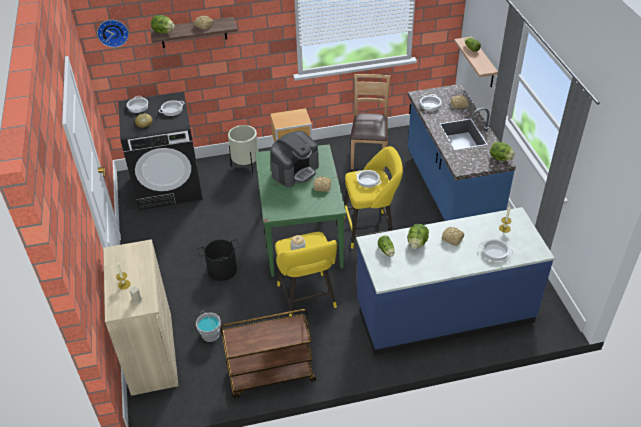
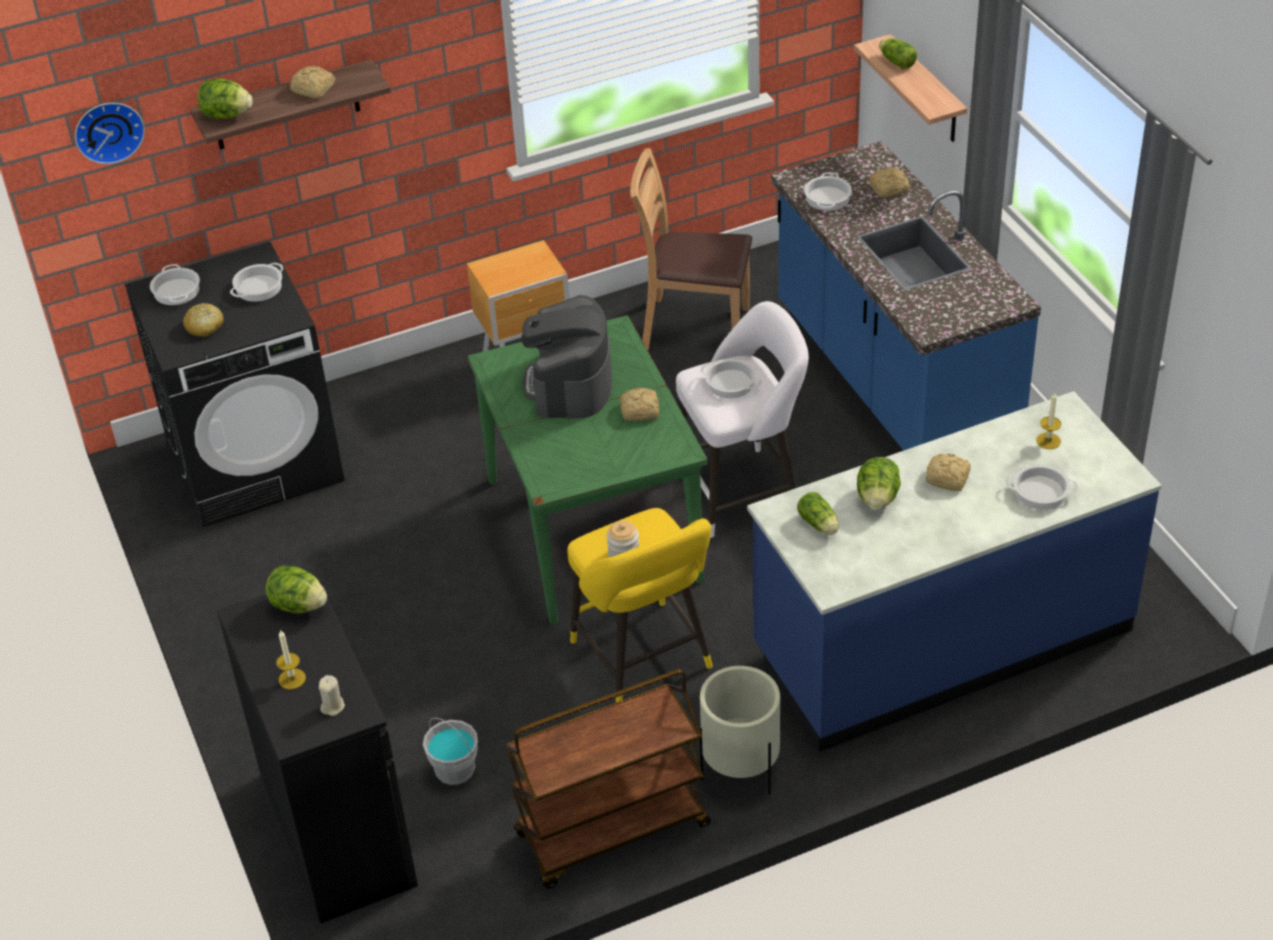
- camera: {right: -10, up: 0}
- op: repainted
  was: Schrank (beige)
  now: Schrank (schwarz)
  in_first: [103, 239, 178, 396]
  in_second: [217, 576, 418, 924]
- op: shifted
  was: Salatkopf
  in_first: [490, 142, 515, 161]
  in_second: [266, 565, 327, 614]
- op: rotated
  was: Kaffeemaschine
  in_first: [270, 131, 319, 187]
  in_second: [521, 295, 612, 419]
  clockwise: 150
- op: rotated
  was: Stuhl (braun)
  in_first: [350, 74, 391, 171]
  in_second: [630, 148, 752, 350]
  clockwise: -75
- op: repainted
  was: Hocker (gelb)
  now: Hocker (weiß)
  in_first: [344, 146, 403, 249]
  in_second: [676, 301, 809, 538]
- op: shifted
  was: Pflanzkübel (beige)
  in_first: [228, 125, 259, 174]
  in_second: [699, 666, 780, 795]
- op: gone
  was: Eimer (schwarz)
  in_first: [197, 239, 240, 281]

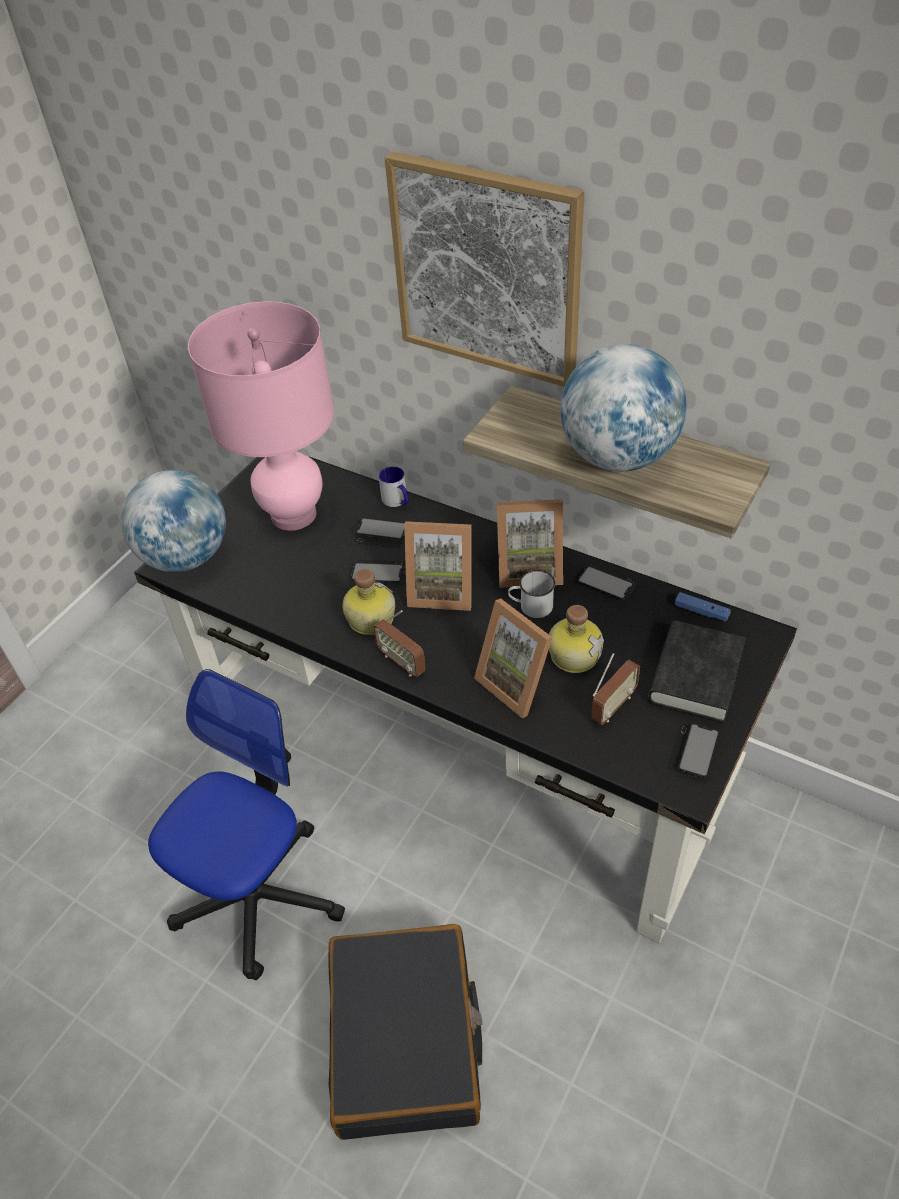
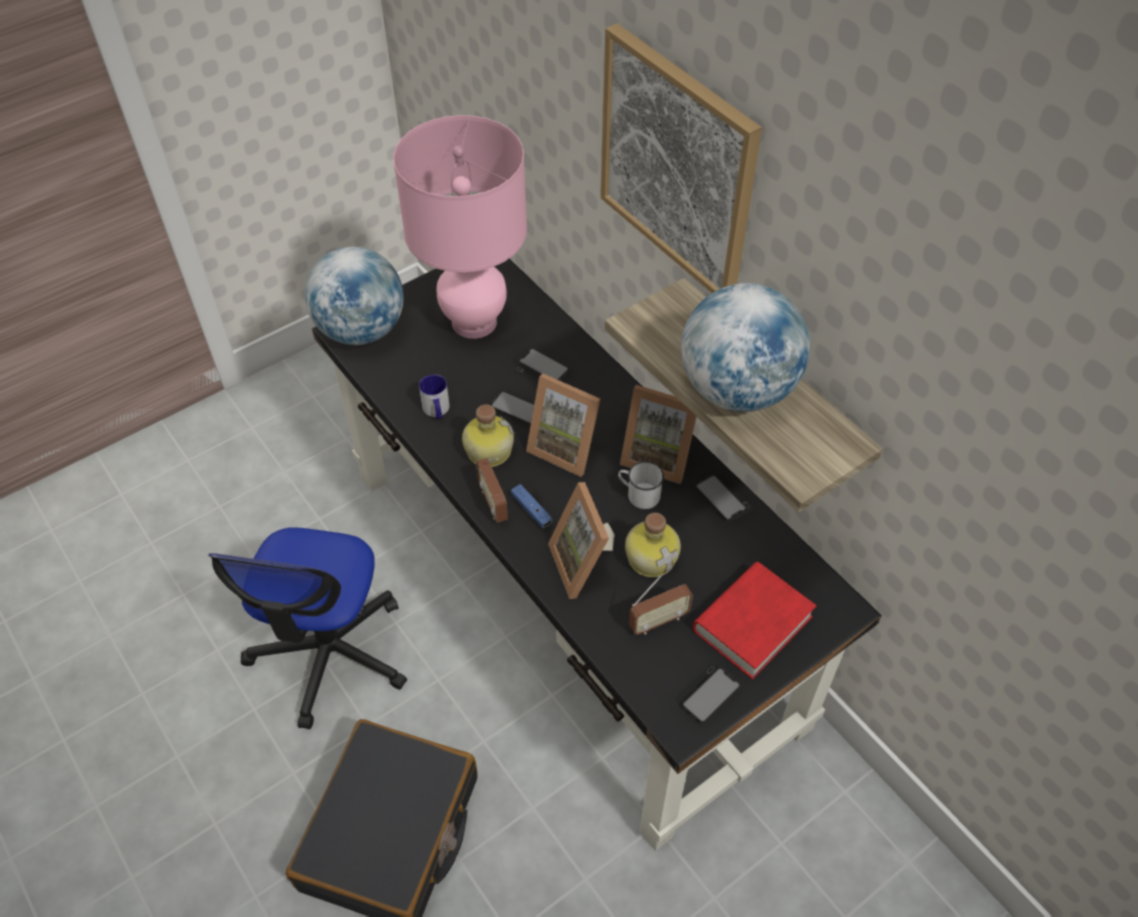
- camera: {right: 20, up: 5}
- op: rotated
  was: Bürostuhl
  in_first: [148, 669, 345, 980]
  in_second: [208, 527, 407, 729]
  clockwise: 135
- op: shifted
  was: Henkelbecher
  in_first: [379, 466, 409, 507]
  in_second: [419, 374, 450, 419]
- op: shifted
  was: Gamepad (blau)
  in_first: [675, 592, 731, 622]
  in_second: [511, 484, 553, 528]
- op: repainted
  was: Buch (schwarz)
  now: Buch (rot)
  in_first: [648, 621, 746, 723]
  in_second: [693, 562, 816, 679]

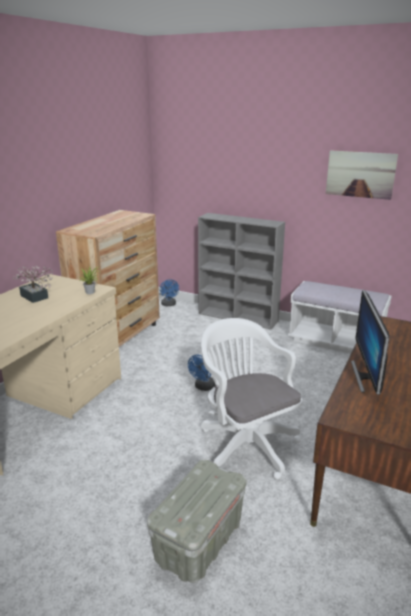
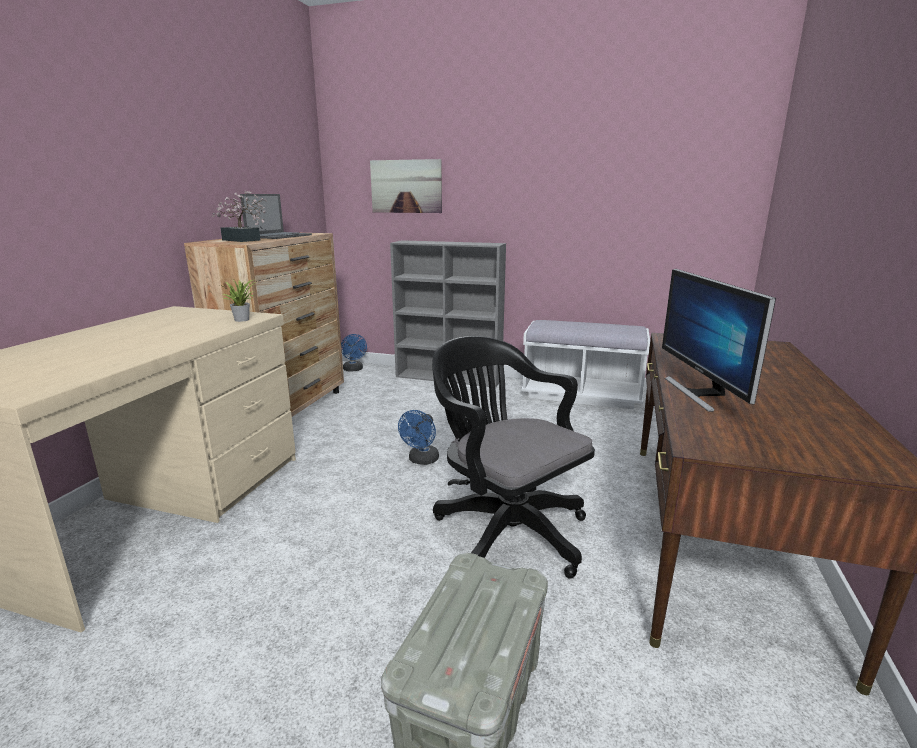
- camera: {right: -10, up: -5}
- op: shifted
  was: Topfpflanze
  in_first: [13, 265, 53, 303]
  in_second: [212, 190, 267, 242]
- op: new
  now: Laptop
  in_second: [240, 194, 312, 239]
- op: shifted
  was: Bild
  in_first: [326, 150, 398, 200]
  in_second: [370, 159, 442, 213]
- op: repainted
  was: Bürostuhl (weiß)
  now: Bürostuhl (schwarz)
  in_first: [201, 318, 303, 480]
  in_second: [432, 336, 595, 579]

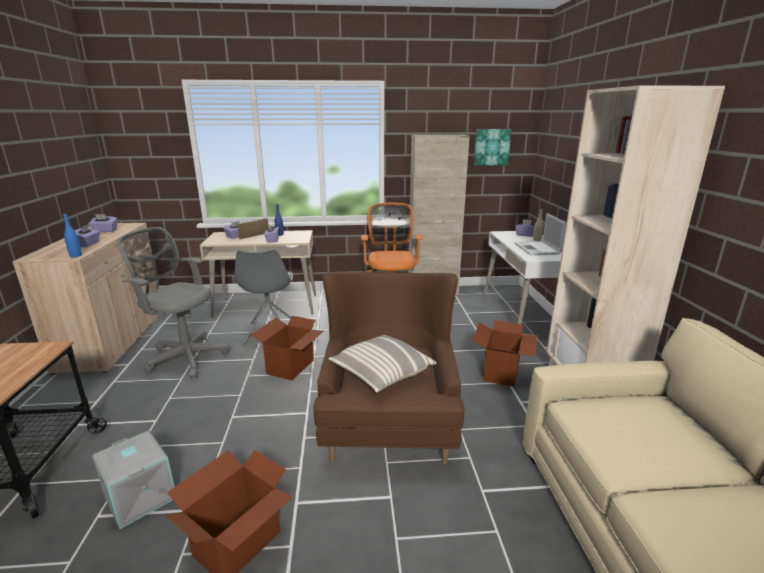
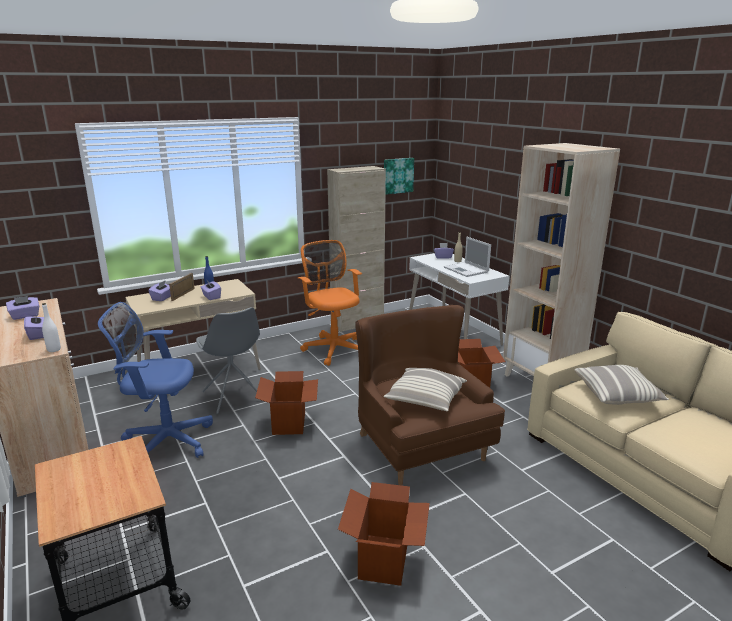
- camera: {right: -25, up: 0}
- op: repainted
  was: Flasche (blau)
  now: Flasche (weiß)
  in_first: [63, 213, 82, 257]
  in_second: [42, 303, 61, 352]
- op: repainted
  was: Bürostuhl (grau)
  now: Bürostuhl (blau)
  in_first: [116, 227, 230, 378]
  in_second: [98, 302, 213, 458]
- op: new
  now: Kissen
  in_second: [574, 365, 669, 405]
- op: gone
  was: Aufbewahrungsbox (grau)
  in_first: [92, 431, 174, 529]

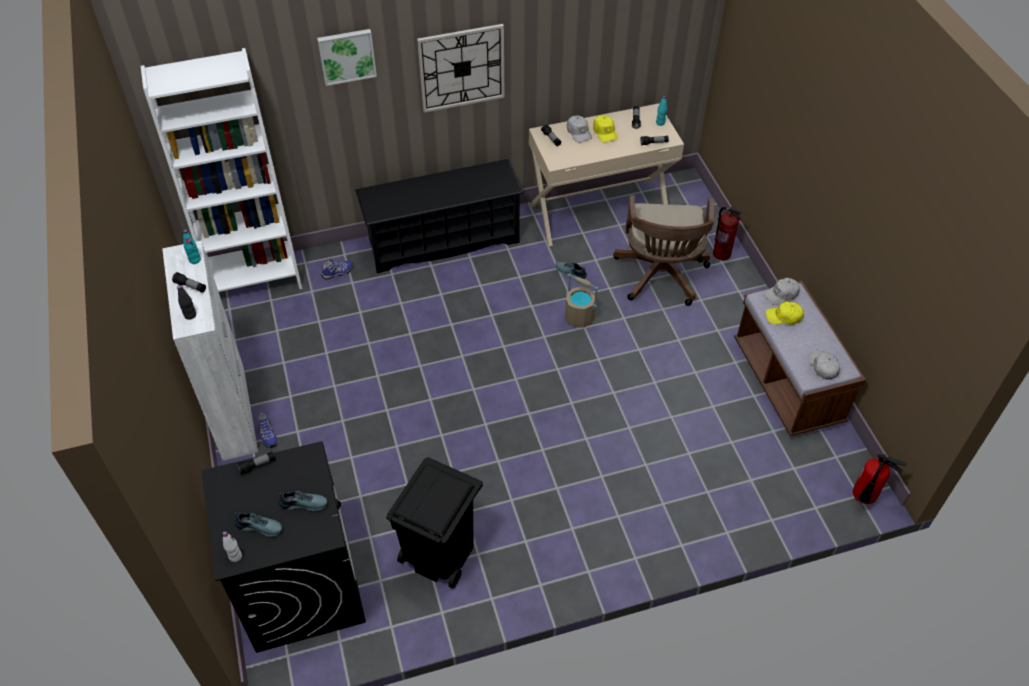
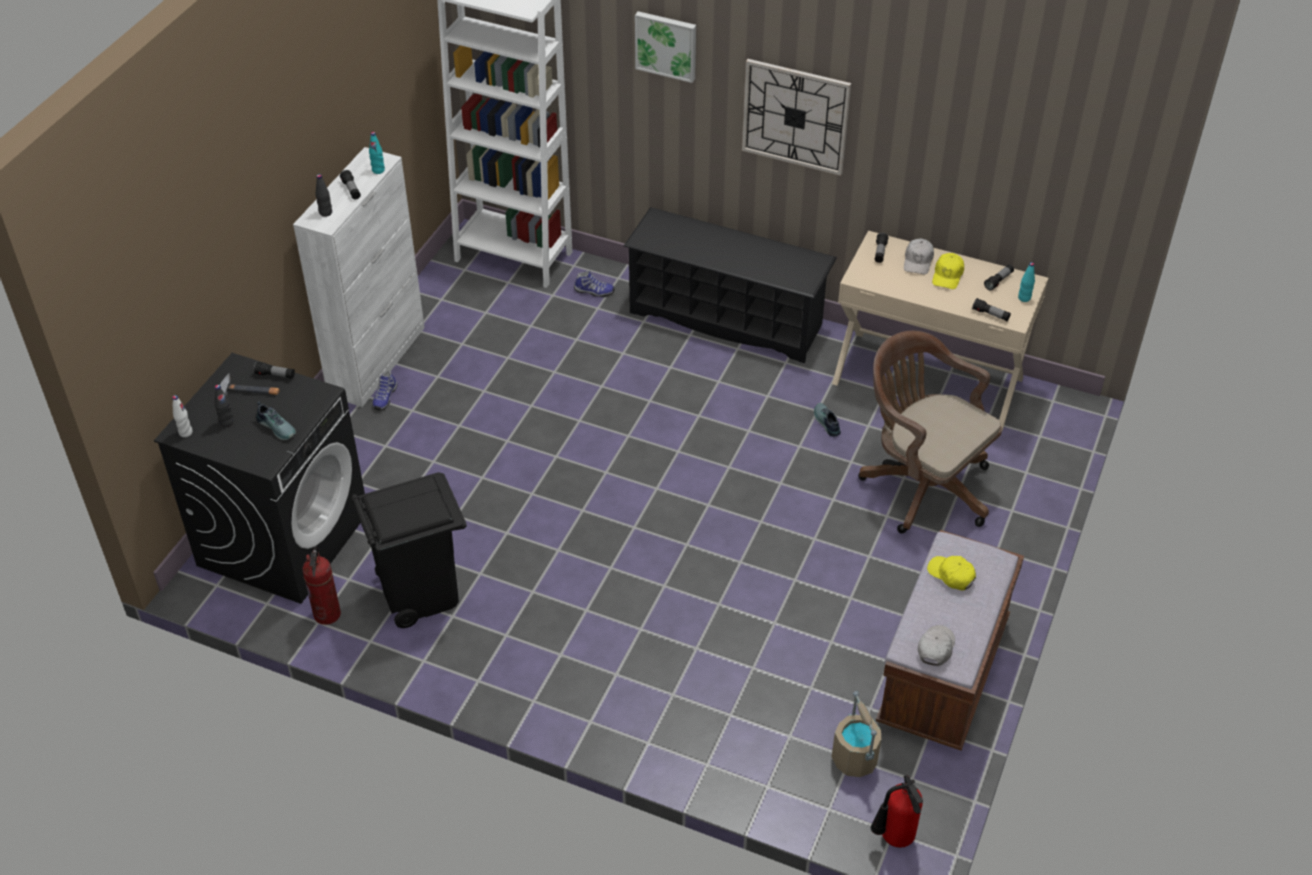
- camera: {right: 40, up: -5}
- op: swapped
  was: Schuh
  now: Flasche (schwarz)
  in_first: [235, 512, 282, 537]
  in_second: [215, 385, 234, 427]
- op: new
  now: Hammer
  in_second: [220, 374, 279, 396]
- op: shifted
  was: Feuerlöscher
  in_first: [713, 207, 742, 260]
  in_second: [302, 547, 341, 625]
- op: shifted
  was: Eimer (beige)
  in_first: [565, 273, 598, 328]
  in_second: [831, 691, 881, 777]
- op: rotated
  was: Bürostuhl (braun)
  in_first: [613, 195, 714, 306]
  in_second: [858, 331, 1002, 534]
  clockwise: 90
- op: gone
  was: Kappe (weiß)
  in_first: [764, 278, 800, 305]

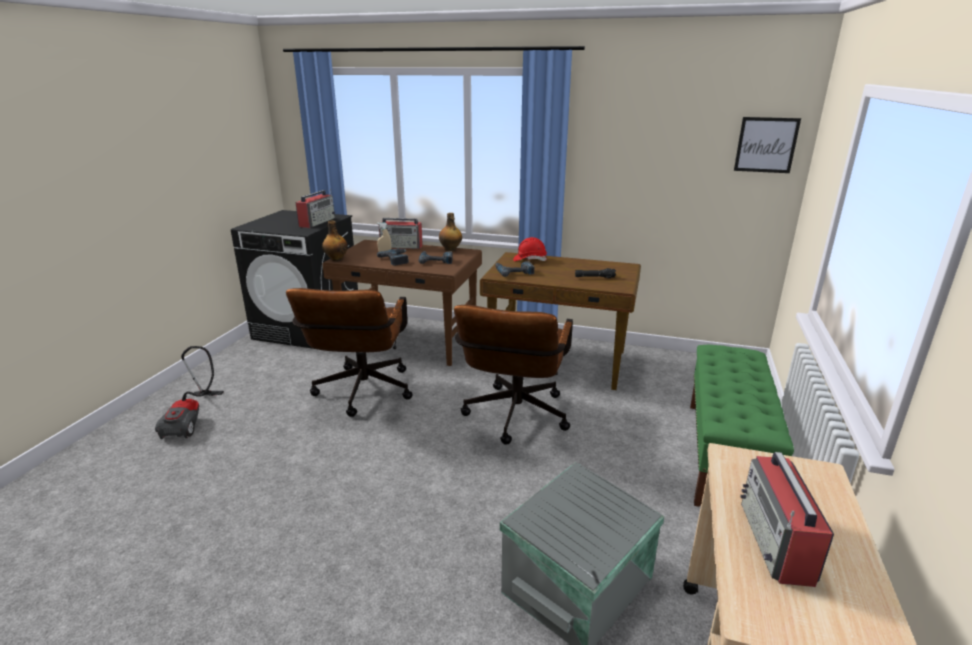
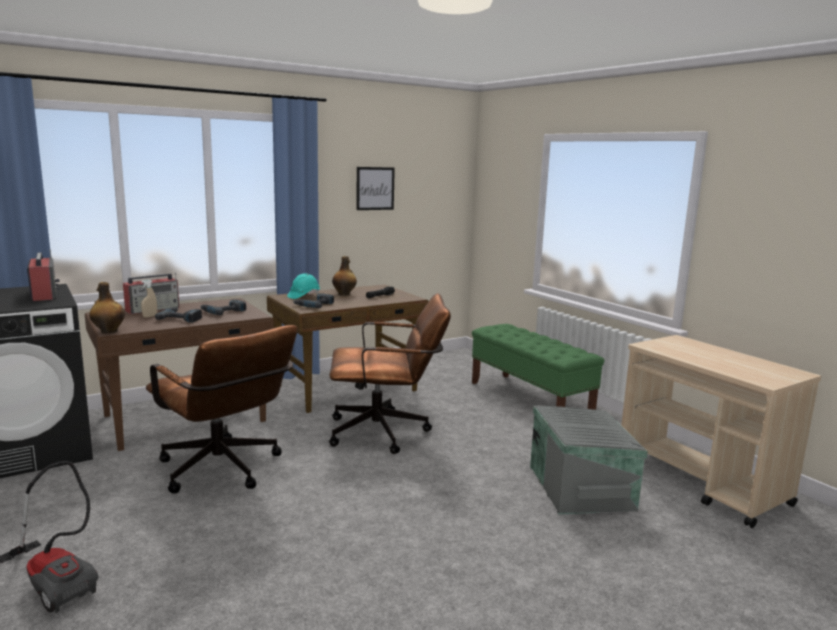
- camera: {right: -50, up: -10}
- op: repainted
  was: Schutzhelm (rot)
  now: Schutzhelm (türkis)
  in_first: [513, 237, 547, 261]
  in_second: [287, 273, 320, 299]
- op: rotated
  was: Bürostuhl (braun)
  in_first: [454, 305, 573, 445]
  in_second: [329, 293, 451, 454]
  clockwise: -60
- op: shifted
  was: Flasche
  in_first: [439, 213, 462, 251]
  in_second: [332, 256, 357, 295]
- op: shifted
  was: Bild
  in_first: [734, 117, 801, 173]
  in_second: [356, 167, 395, 210]
- op: gone
  was: Radio
  in_first: [740, 452, 834, 587]

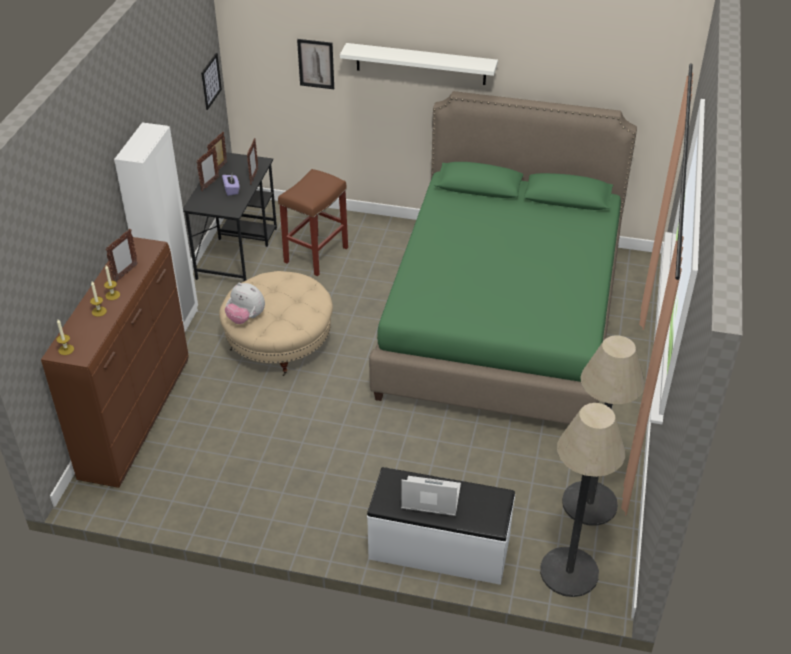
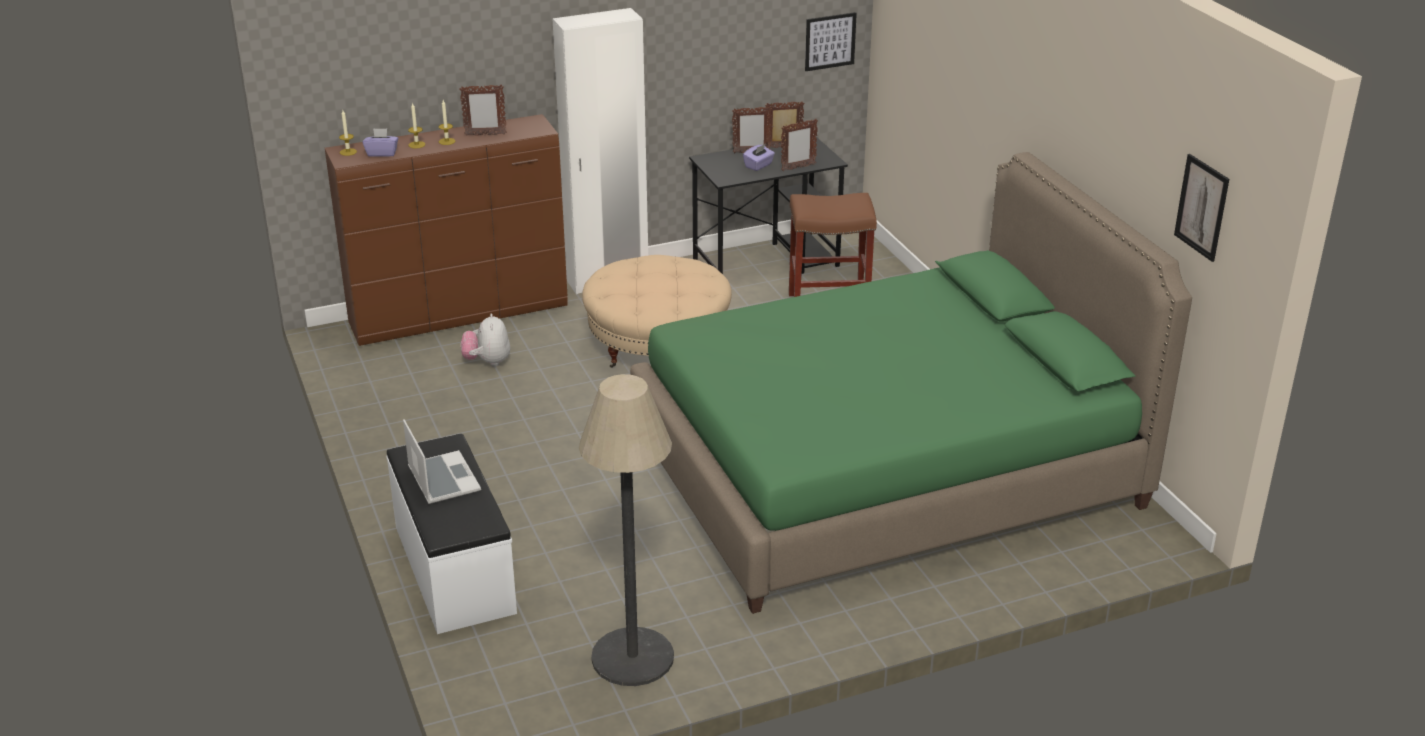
- camera: {right: 55, up: -10}
- op: new
  now: Taschentuchbox (lila)
  in_second: [363, 128, 398, 157]
- op: shifted
  was: Plüschtier
  in_first: [225, 283, 265, 324]
  in_second: [461, 314, 510, 367]
- op: shifted
  was: Bild
  in_first: [297, 39, 334, 89]
  in_second: [1174, 154, 1229, 262]
- op: gone
  was: Wandregal (weiß)
  in_first: [340, 43, 498, 85]
- op: gone
  was: Stehlampe
  in_first: [540, 403, 625, 597]

